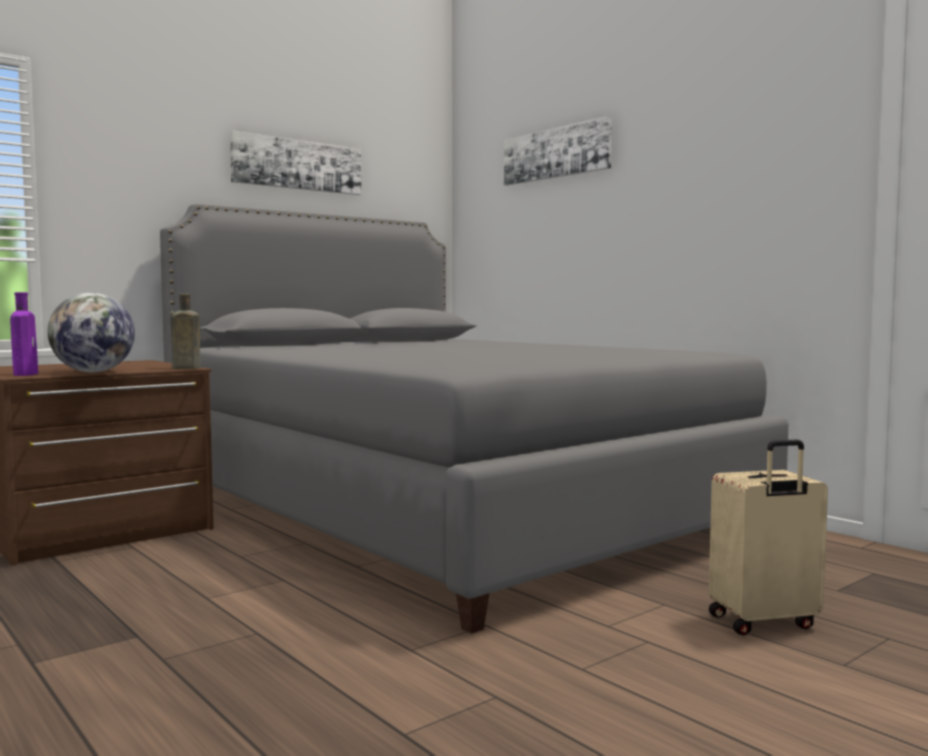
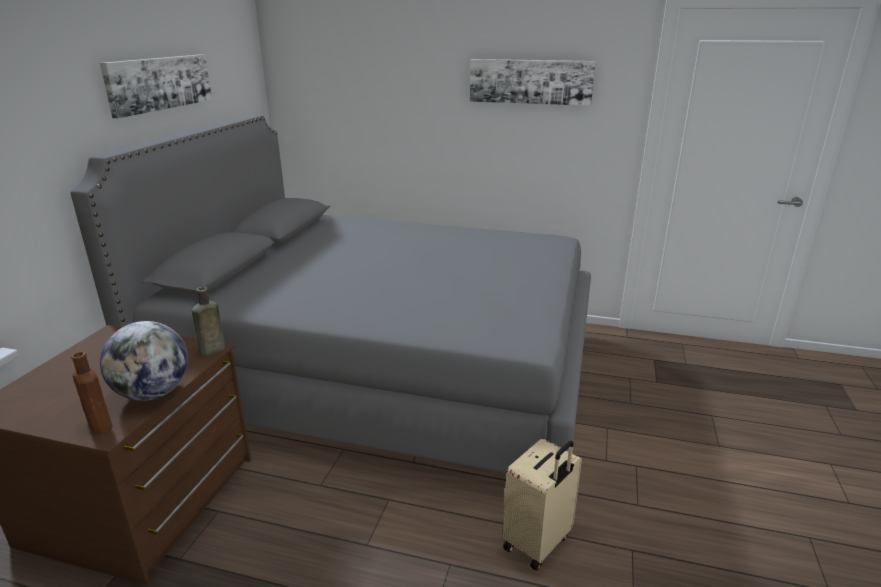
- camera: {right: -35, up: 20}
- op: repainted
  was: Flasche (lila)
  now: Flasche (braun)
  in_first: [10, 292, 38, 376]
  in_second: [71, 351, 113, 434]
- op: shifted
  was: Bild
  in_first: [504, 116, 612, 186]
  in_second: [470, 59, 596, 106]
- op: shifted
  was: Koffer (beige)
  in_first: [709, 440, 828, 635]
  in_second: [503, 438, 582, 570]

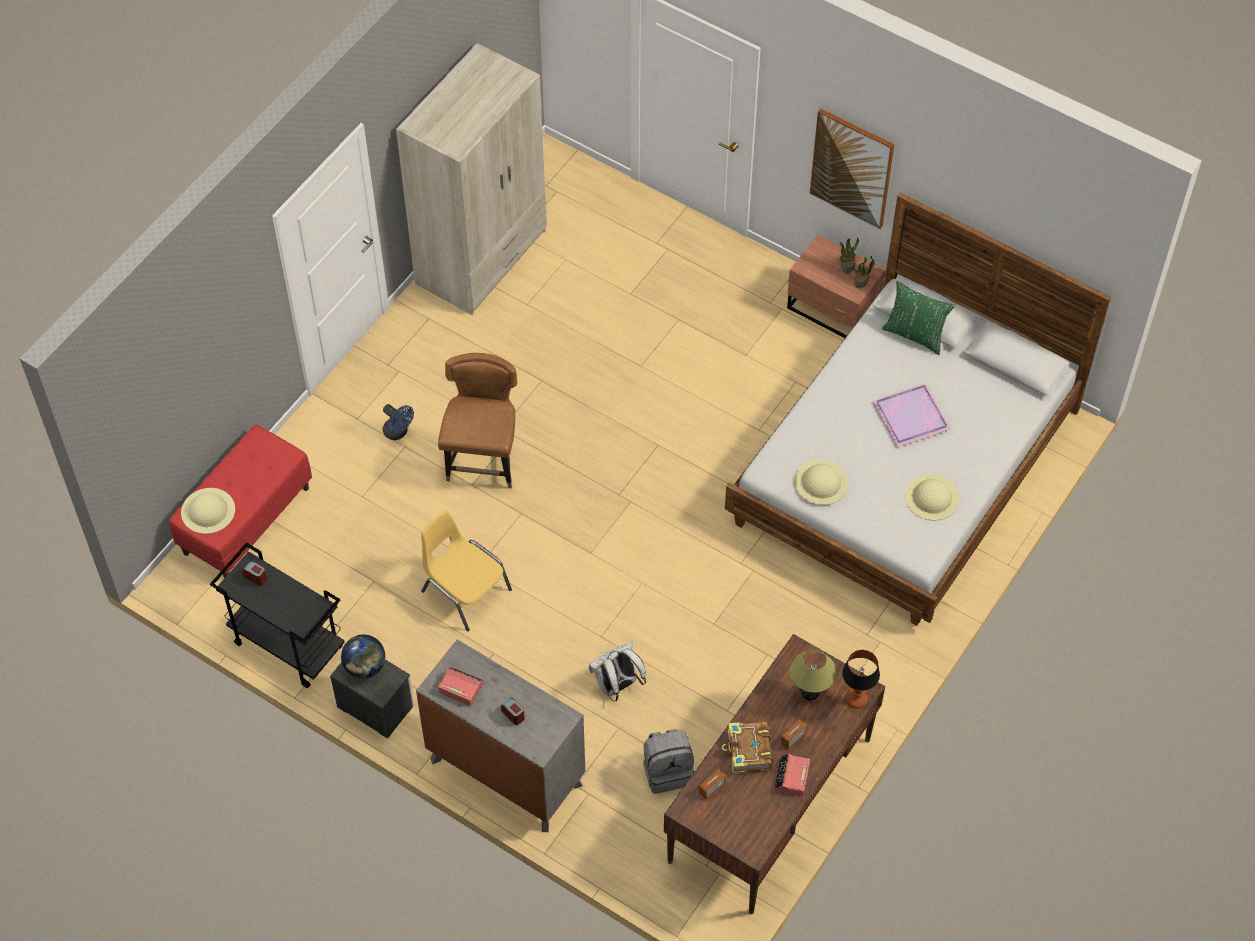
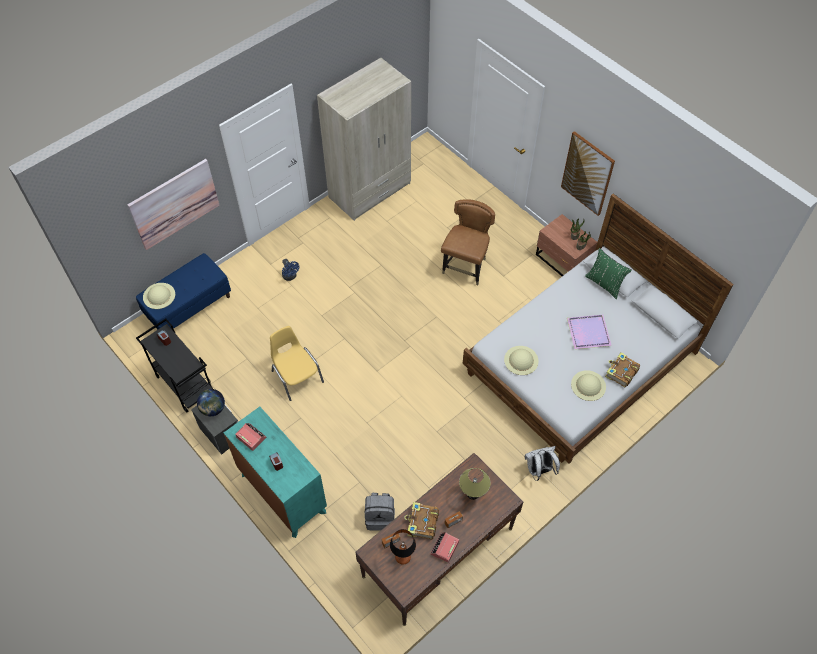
- camera: {right: 15, up: 0}
- op: new
  now: Bild
  in_second: [128, 159, 219, 250]
- op: repainted
  was: Bank (rot)
  now: Bank (blau)
  in_first: [169, 425, 312, 578]
  in_second: [136, 253, 231, 329]
- op: repainted
  was: Kommode (grau)
  now: Kommode (türkis)
  in_first: [416, 639, 585, 832]
  in_second: [224, 407, 327, 538]
- op: shifted
  was: Tischlampe
  in_first: [842, 650, 880, 708]
  in_second: [390, 529, 416, 565]
- op: shifted
  was: Stuhl (braun)
  in_first: [438, 353, 517, 488]
  in_second: [441, 199, 495, 285]
- op: shifted
  was: Rucksack (weiß)
  in_first: [589, 641, 646, 702]
  in_second: [525, 446, 560, 481]
- op: new
  now: Buch
  in_second: [605, 353, 640, 387]

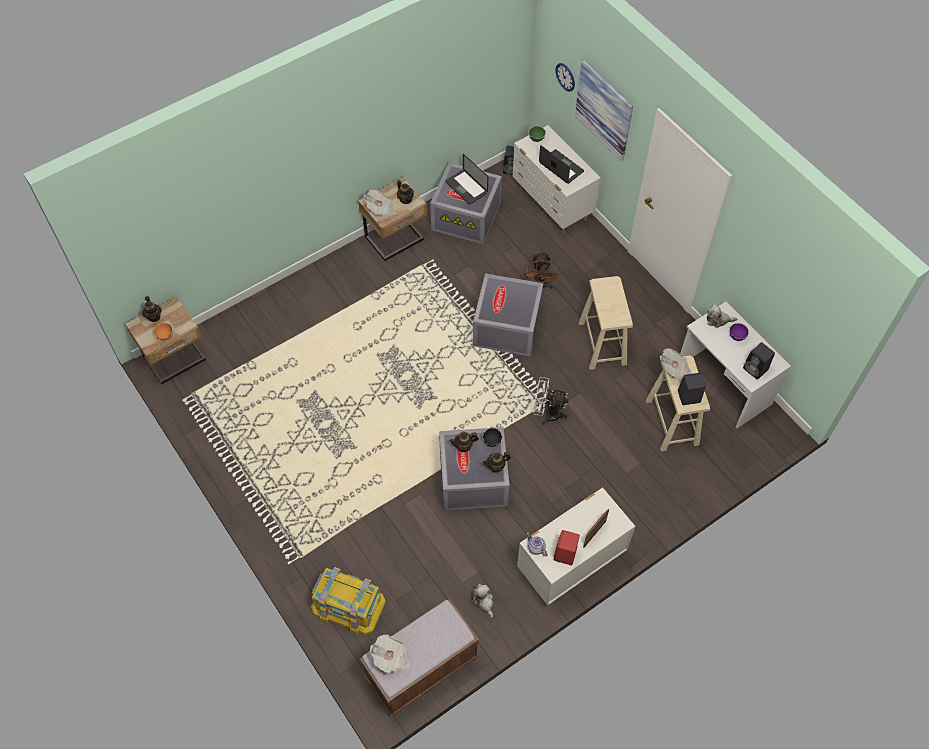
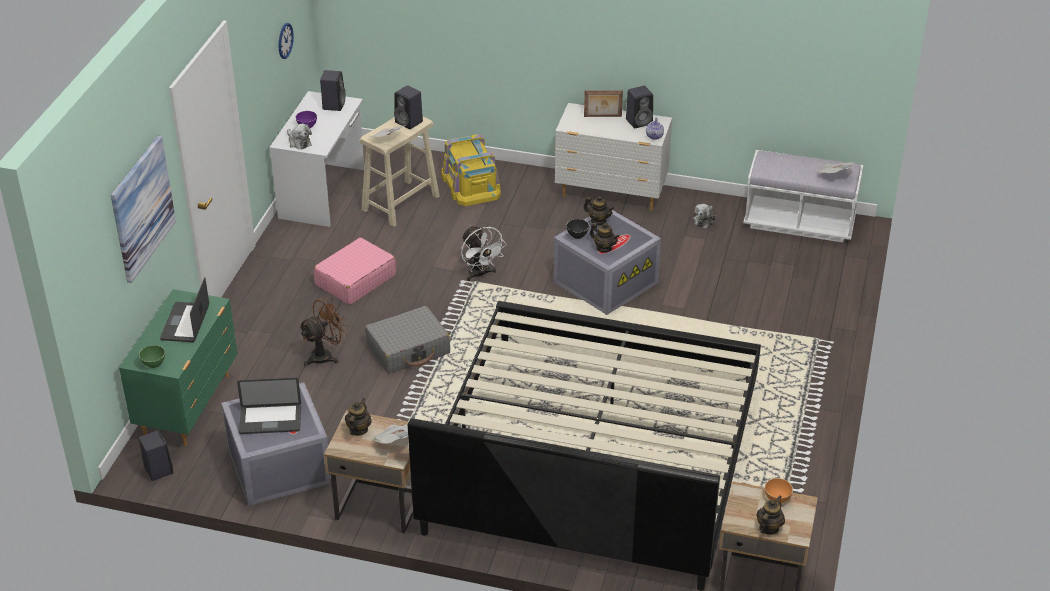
- camera: {right: -130, up: -20}
- op: repainted
  was: Kommode (weiß)
  now: Kommode (grün)
  in_first: [512, 125, 601, 234]
  in_second: [119, 289, 238, 446]
- op: rotated
  was: Laptop
  in_first: [445, 154, 488, 205]
  in_second: [237, 378, 301, 434]
  clockwise: 75
- op: shifted
  was: Wanduhr
  in_first: [556, 63, 575, 92]
  in_second: [278, 23, 294, 59]
- op: swapped
  was: Hocker (beige)
  now: Koffer (rosa)
  in_first: [578, 276, 633, 370]
  in_second: [314, 238, 396, 305]
- op: swapped
  was: Aufbewahrungsbox (grau)
  now: Koffer (grau)
  in_first: [473, 273, 543, 357]
  in_second: [365, 306, 450, 373]
- op: new
  now: Bett
  in_second: [408, 301, 761, 591]
- op: shifted
  was: Aufbewahrungsbox (gelb)
  in_first: [311, 567, 386, 635]
  in_second: [441, 134, 501, 206]
- op: repainted
  was: Lautsprecher (rot)
  now: Lautsprecher (schwarz)
  in_first: [554, 530, 580, 565]
  in_second: [626, 86, 653, 128]
- op: repainted
  was: Bank (braun)
  now: Bank (weiß)
  in_first: [360, 599, 479, 717]
  in_second: [743, 150, 863, 242]

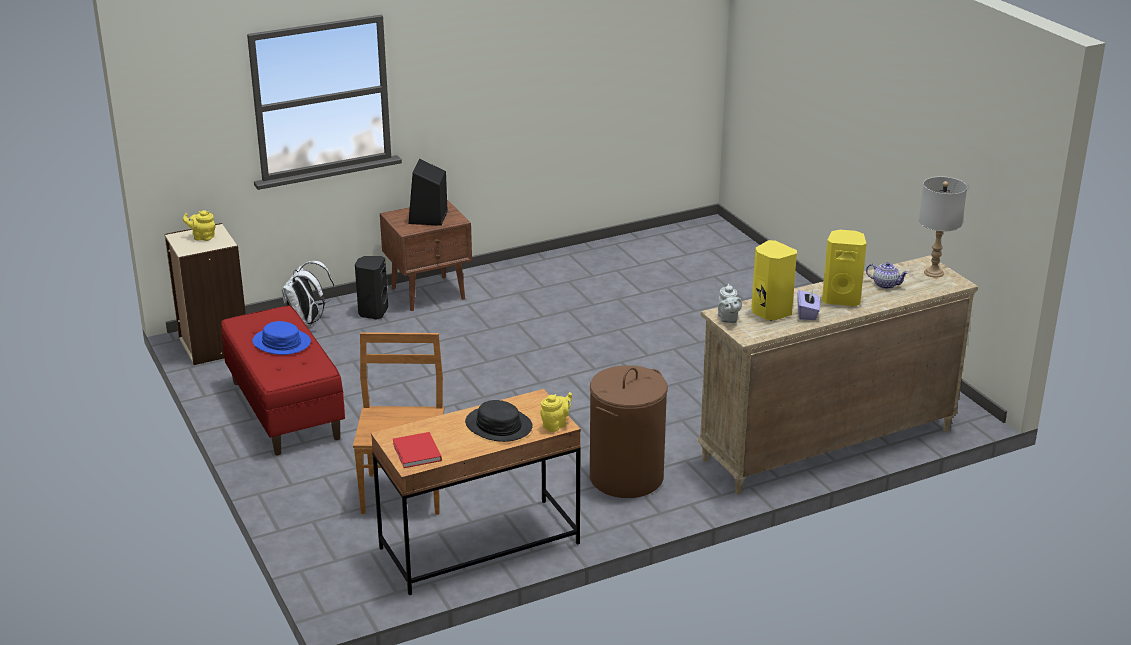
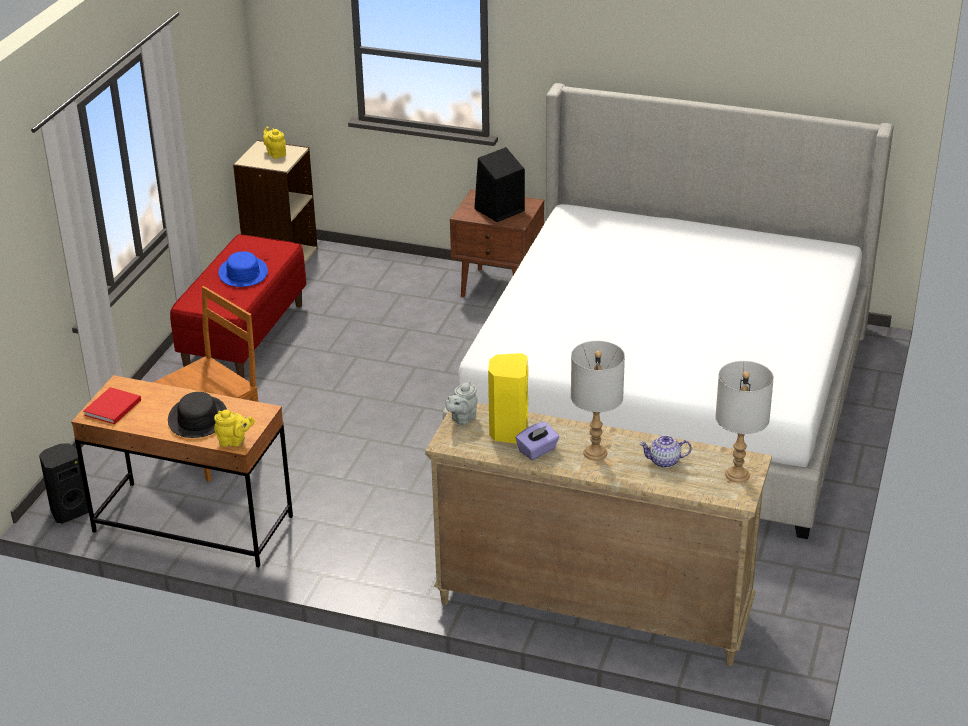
- camera: {right: 45, up: 5}
- op: shifted
  was: Lautsprecher (schwarz)
  in_first: [355, 256, 388, 319]
  in_second: [39, 443, 89, 523]
- op: new
  now: Bett
  in_second: [443, 83, 894, 539]
- op: swapped
  was: Lautsprecher (gelb)
  now: Tischlampe (grau)
  in_first: [822, 230, 867, 306]
  in_second: [571, 341, 625, 461]
- op: rotated
  was: Teekanne
  in_first: [866, 262, 909, 289]
  in_second: [639, 435, 692, 468]
  clockwise: 105
- op: gone
  was: Rucksack (weiß)
  in_first: [282, 261, 335, 327]
- op: gone
  was: Wäschekorb (braun)
  in_first: [590, 365, 668, 498]

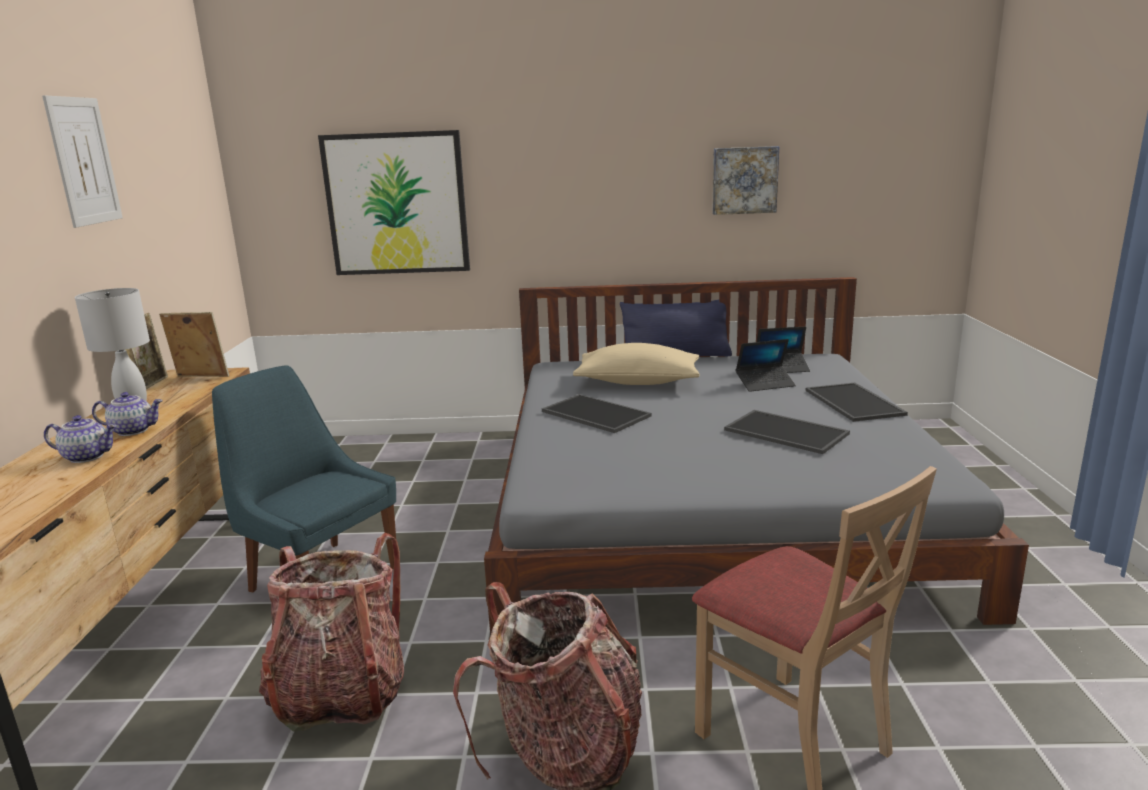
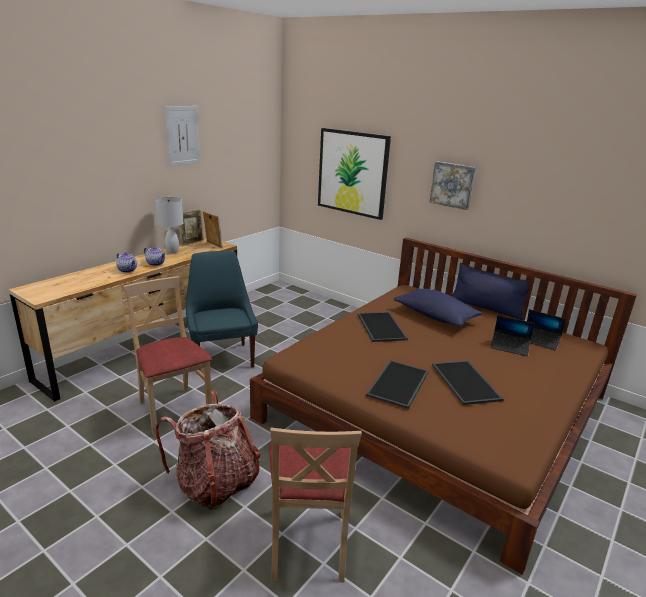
- camera: {right: 35, up: 5}
- op: swapped
  was: Rucksack
  now: Stuhl (beige)
  in_first: [259, 533, 404, 732]
  in_second: [123, 276, 212, 437]
- op: repainted
  was: Bett (grau)
  now: Bett (braun)
  in_first: [484, 277, 1029, 636]
  in_second: [250, 238, 637, 575]
- op: shifted
  was: Tablett
  in_first: [805, 383, 908, 422]
  in_second: [366, 360, 429, 409]
- op: repainted
  was: Kissen (beige)
  now: Kissen (blau)
  in_first: [573, 343, 700, 385]
  in_second: [394, 288, 483, 327]
- op: shifted
  was: Bild
  in_first: [712, 146, 779, 215]
  in_second: [430, 161, 476, 210]

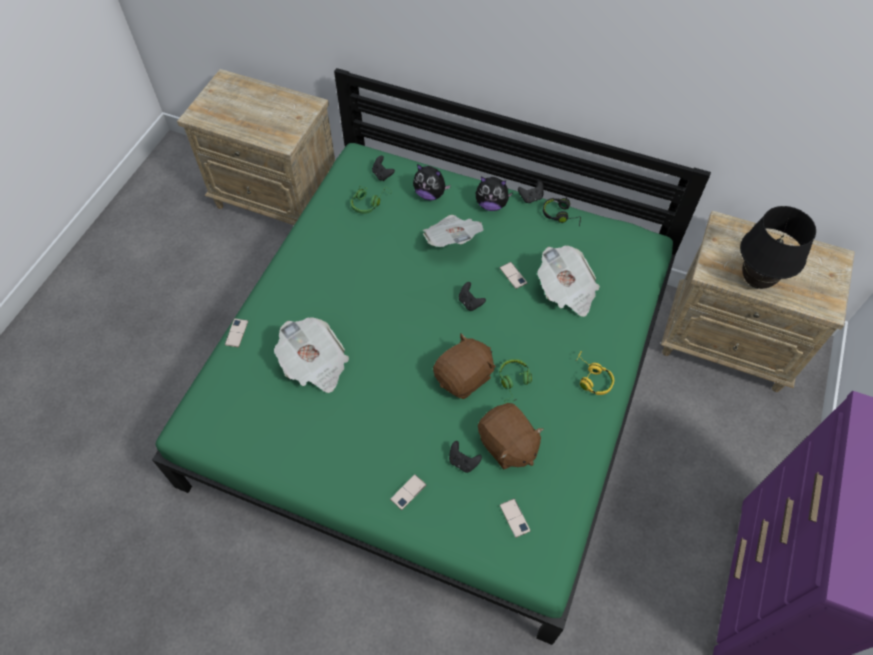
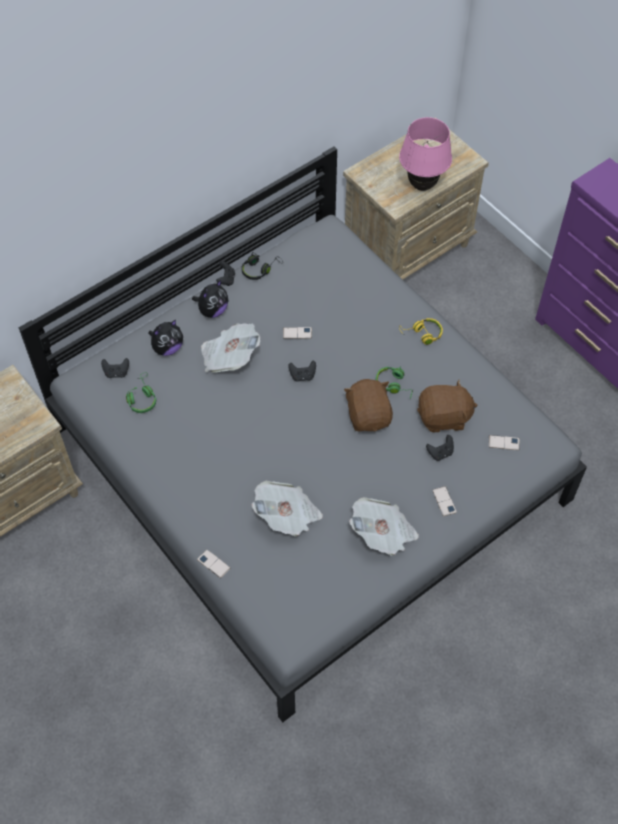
- camera: {right: -60, up: 0}
- op: repainted
  was: Bett (grün)
  now: Bett (grau)
  in_first: [152, 68, 711, 645]
  in_second: [19, 146, 587, 722]
- op: shifted
  was: Zeitung
  in_first: [537, 246, 600, 317]
  in_second: [349, 497, 419, 555]
- op: repainted
  was: Tischlampe (schwarz)
  now: Tischlampe (rosa)
  in_first: [740, 206, 816, 289]
  in_second: [399, 117, 452, 191]

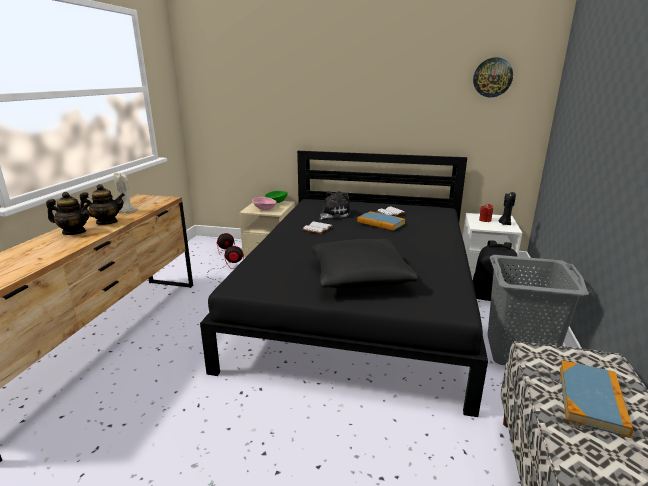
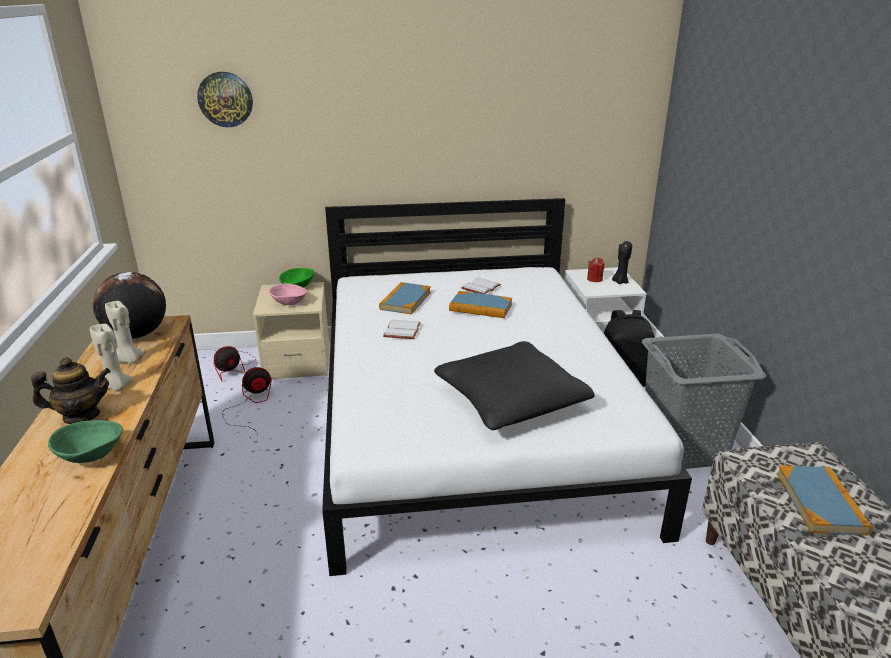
- camera: {right: -20, up: 5}
- op: new
  now: Schüssel (grün)
  in_second: [48, 420, 123, 463]
- op: swapped
  was: Teekanne
  now: Kerze (beige)
  in_first: [79, 184, 125, 225]
  in_second: [90, 324, 133, 391]
- op: new
  now: Globus
  in_second: [93, 272, 166, 339]
- op: shifted
  was: Wanduhr
  in_first: [473, 58, 513, 97]
  in_second: [197, 72, 253, 127]
- op: repainted
  was: Bett (schwarz)
  now: Bett (weiß)
  in_first: [200, 151, 488, 417]
  in_second: [322, 198, 692, 576]
- op: swapped
  was: Plüschtier
  now: Buch
  in_first: [319, 191, 352, 220]
  in_second: [379, 282, 431, 315]

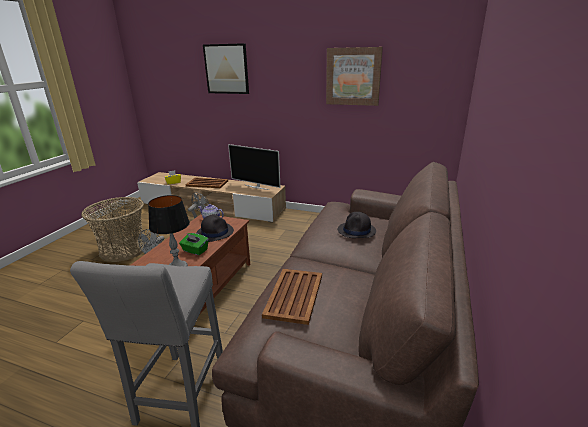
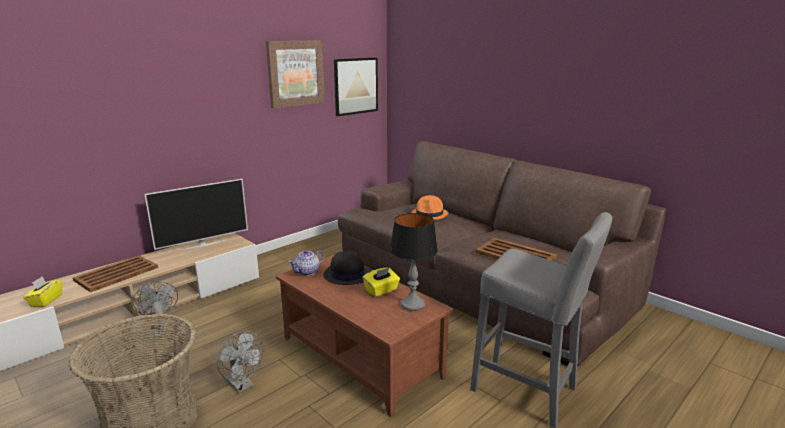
- camera: {right: -65, up: -5}
- op: shifted
  was: Bild
  in_first: [203, 43, 249, 94]
  in_second: [334, 57, 378, 116]
- op: repainted
  was: Taschentuchbox (grün)
  now: Taschentuchbox (gelb)
  in_first: [179, 233, 209, 255]
  in_second: [362, 267, 400, 297]
- op: repainted
  was: Hut (schwarz)
  now: Hut (orange)
  in_first: [338, 212, 376, 238]
  in_second: [411, 195, 449, 220]

